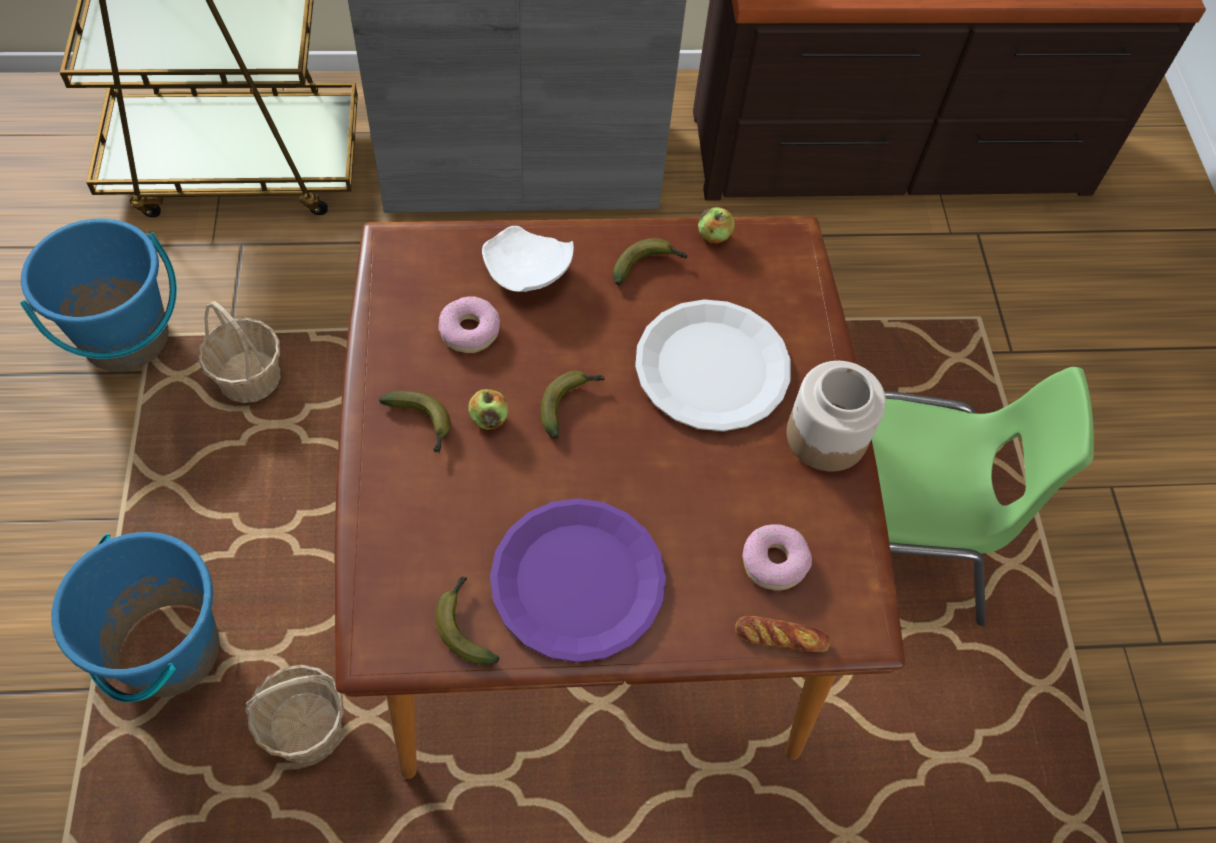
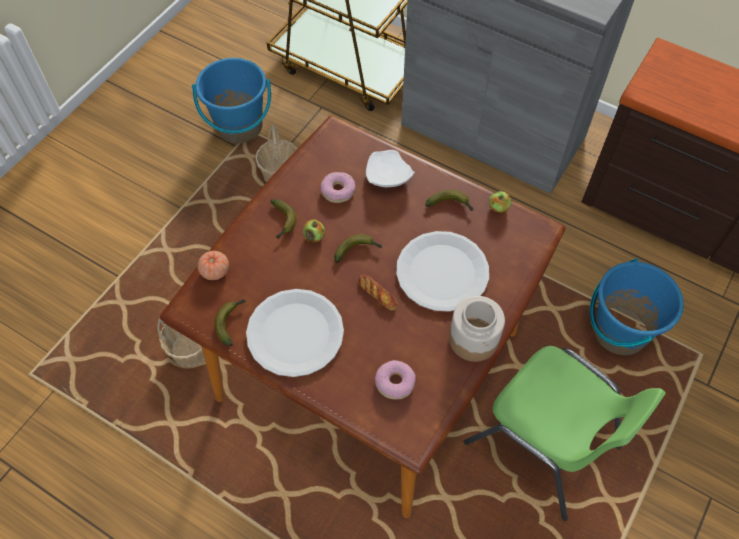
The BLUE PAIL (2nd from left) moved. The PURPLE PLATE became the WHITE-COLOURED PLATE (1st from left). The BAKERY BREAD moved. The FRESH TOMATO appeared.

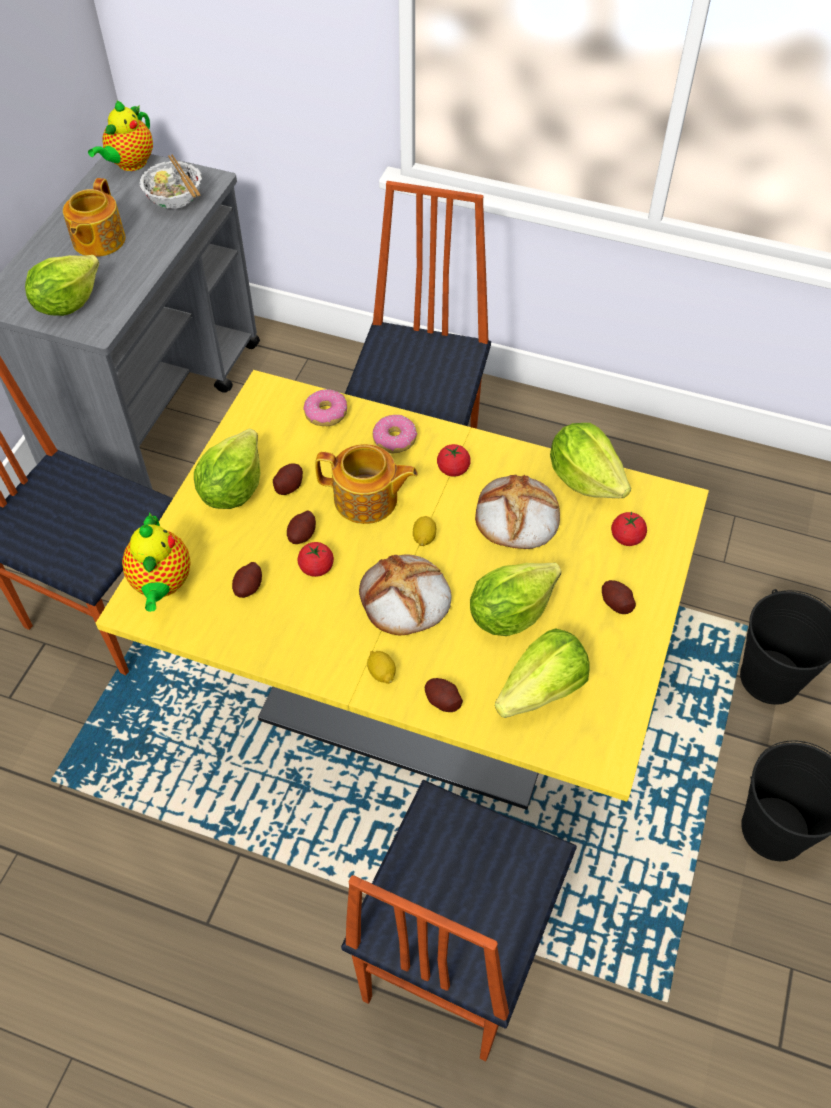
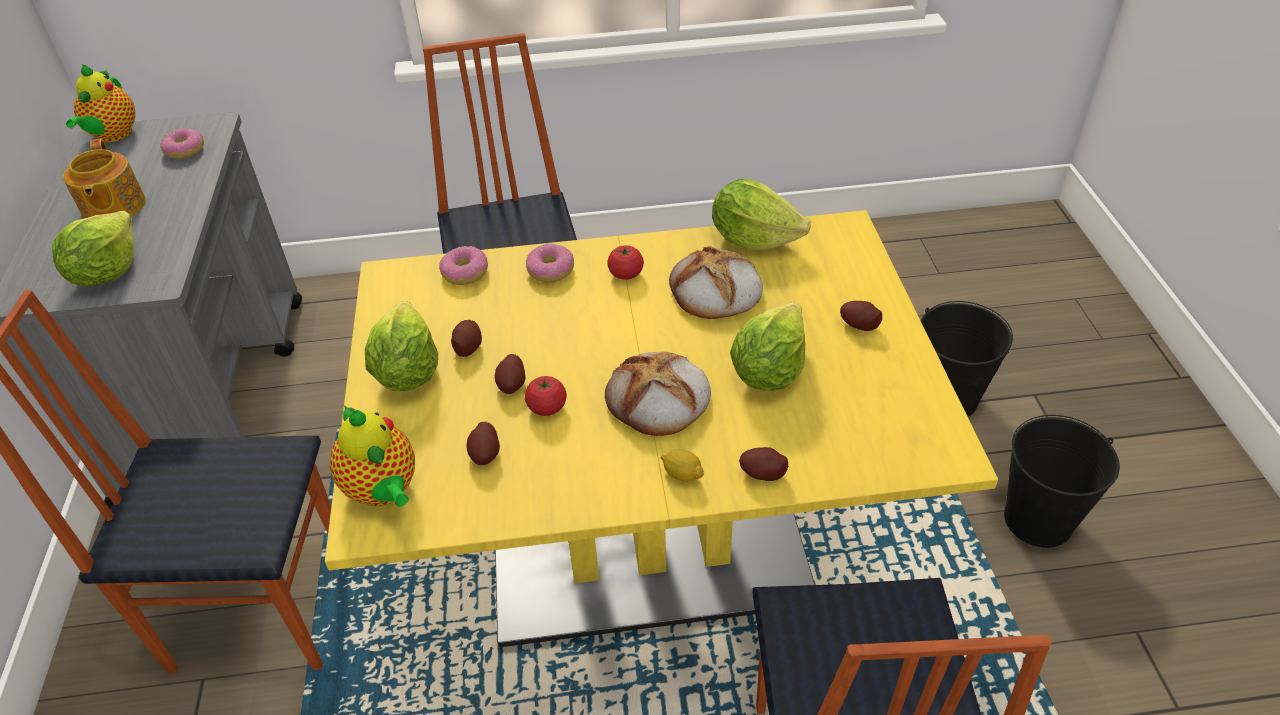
The BOWL was replaced by the DOUGHNUT (1st from left). The POT FOR TEA (4th from left) disappeared. The WHOLE LEMON (2nd from left) disappeared. The LETTUCE HEAD (4th from left) disappeared. The FRESH TOMATO (3rd from left) disappeared.

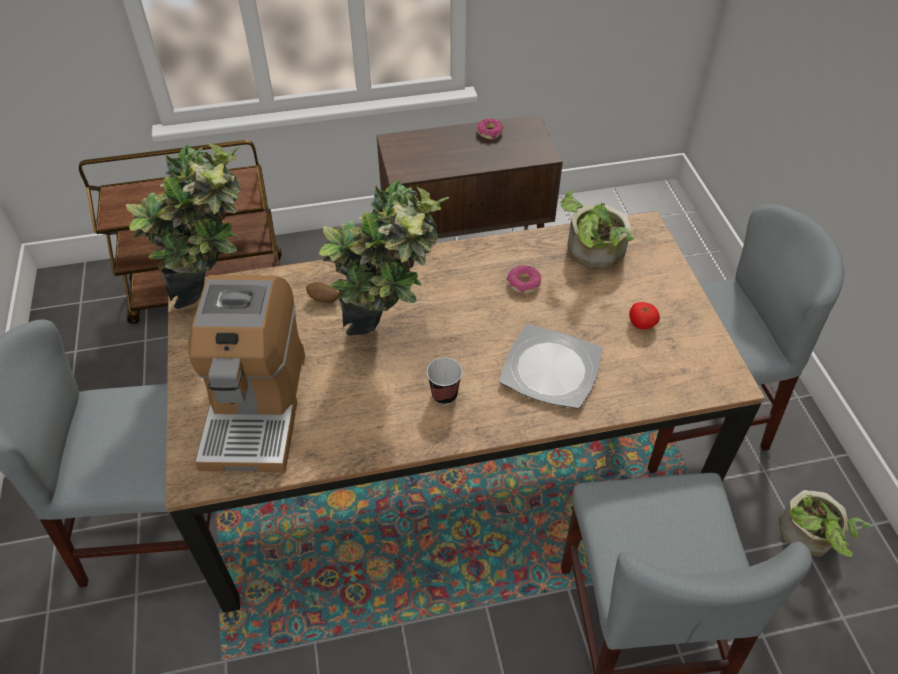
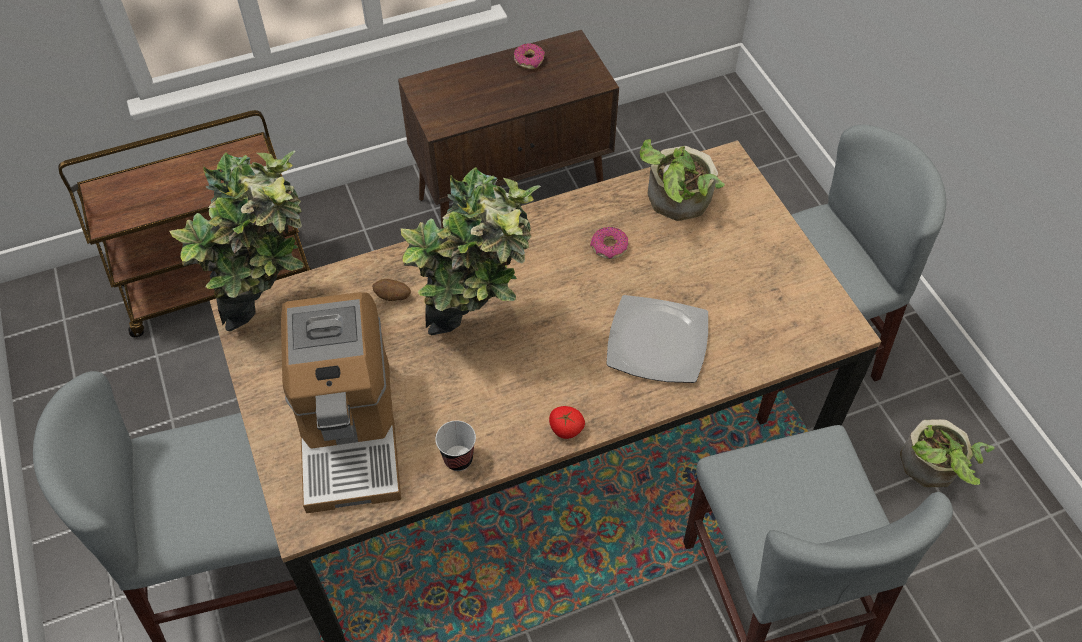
The DRINKING CUP moved. The FRESH TOMATO moved.

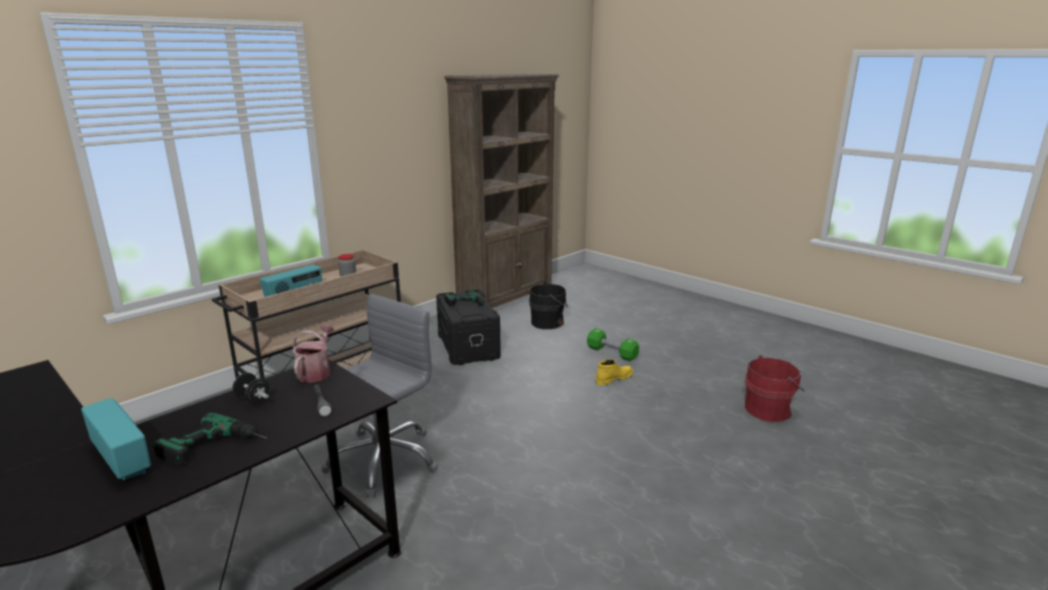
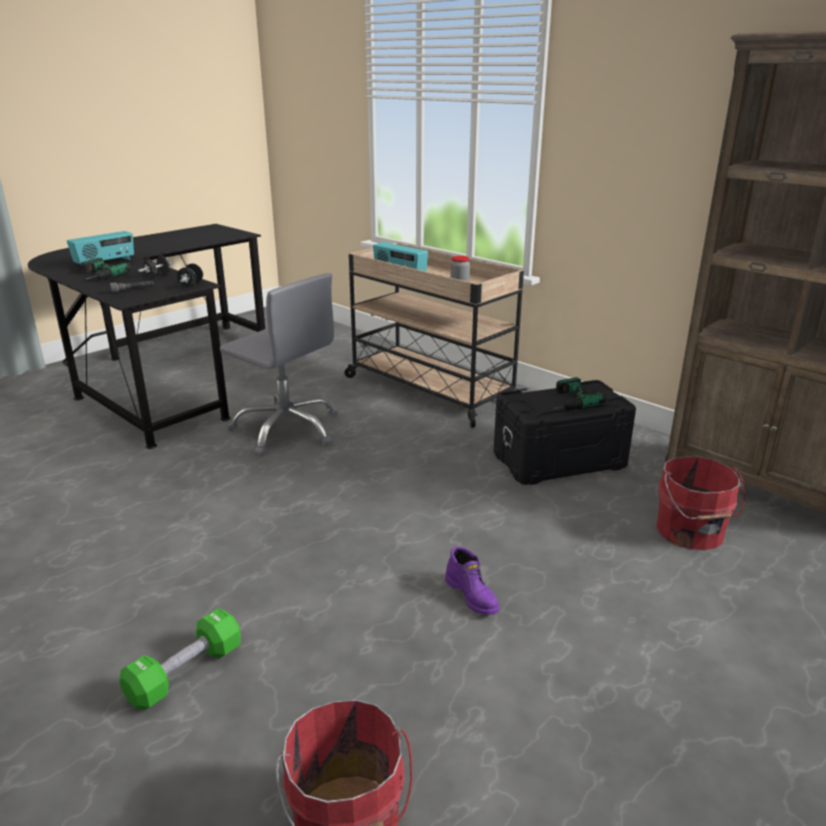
The WATERING POT was replaced by the BLACK DUMBBELL (2nd from left). The BLACK PAIL became the RED PAIL (2nd from left). The GREEN DUMBBELL moved. The YELLOWISH HIGH-TOP BOOT became the PURPLE HIGH-TOP BOOT.

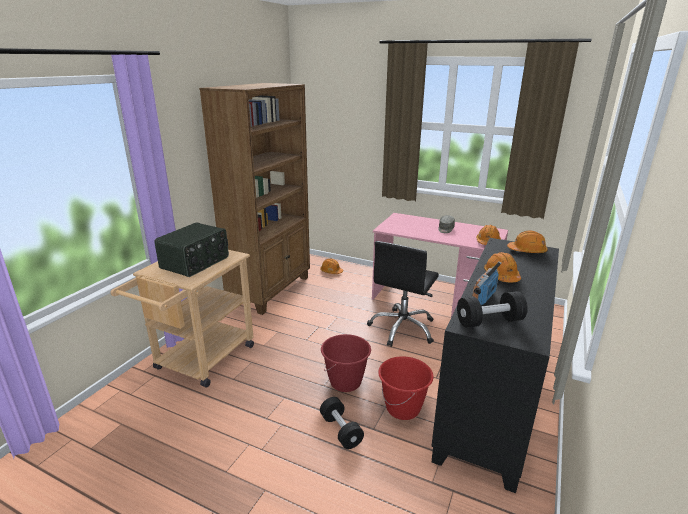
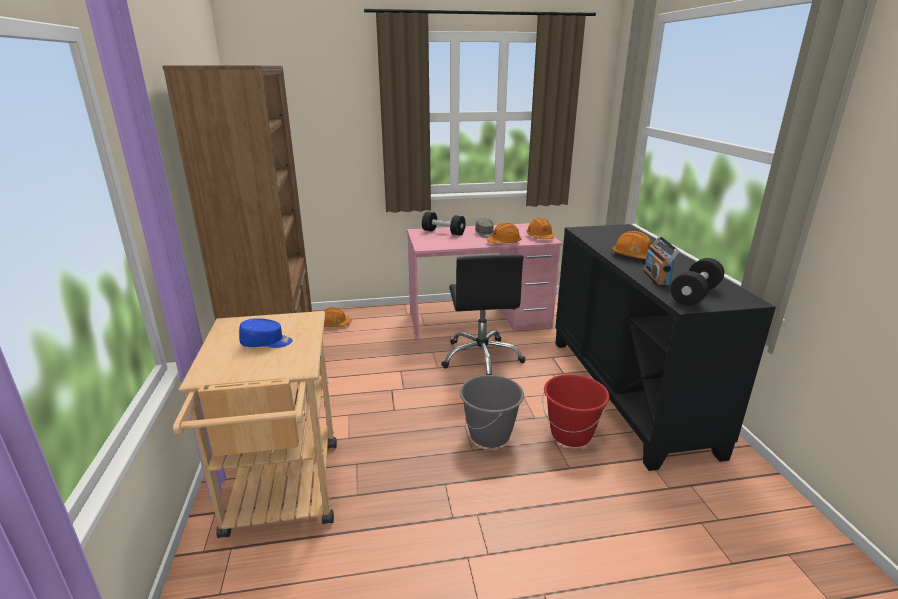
The RADIO SET (1st from left) was replaced by the BLUE CAP. The BLACK DUMBBELL (1st from left) moved. The RED PAIL (1st from left) became the GRAY PAIL. The ORANGE WORK HELMET (4th from left in the first image) moved.

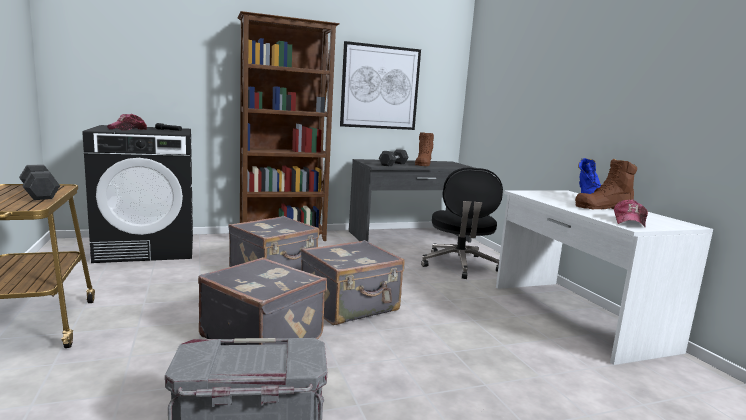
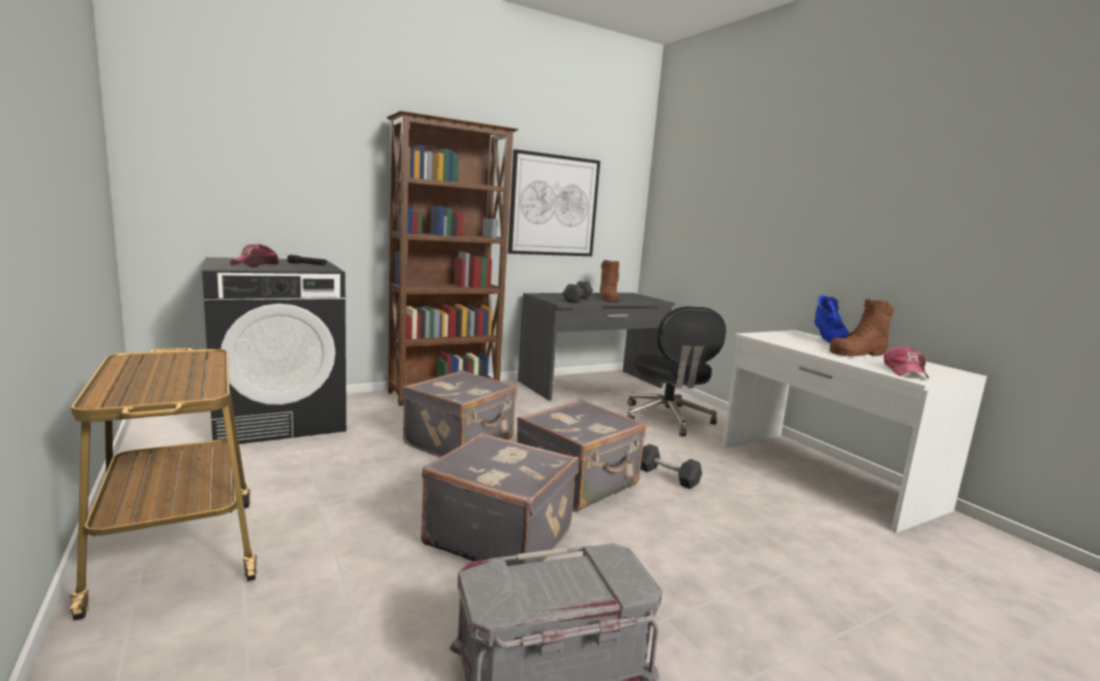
The GRAY DUMBBELL (1st from left in the first image) moved.

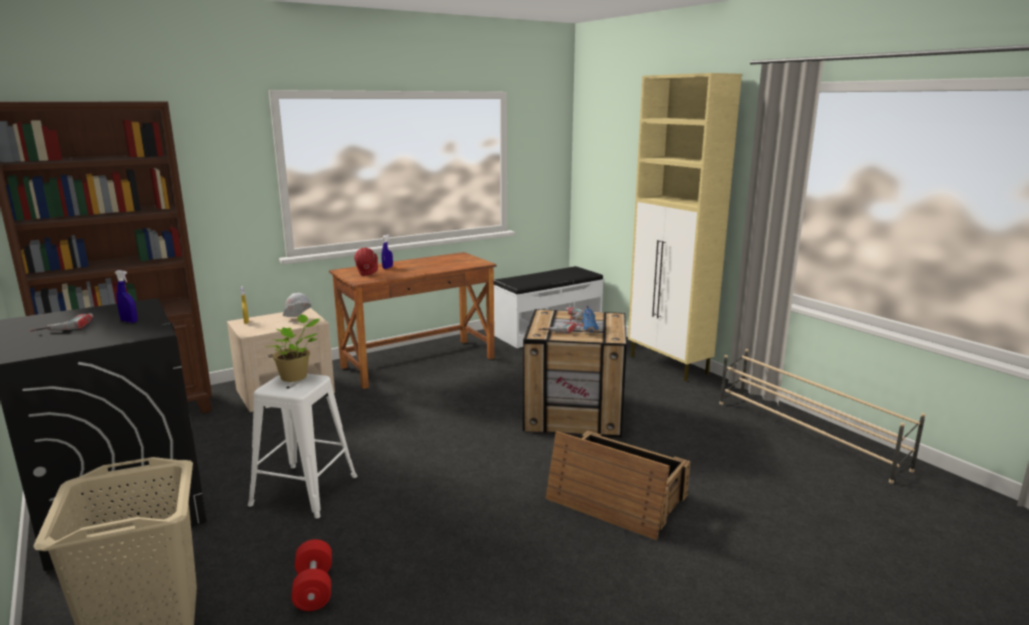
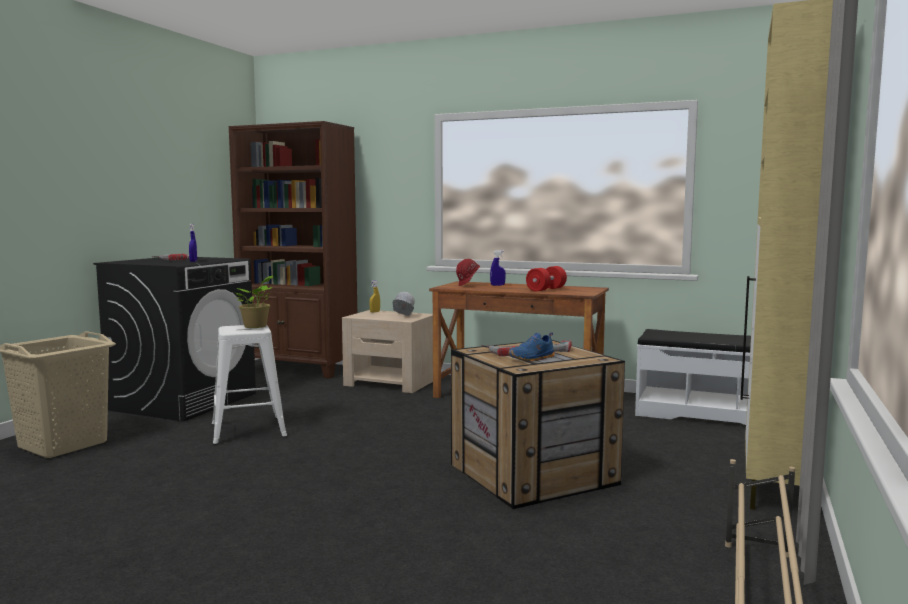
The RED DUMBBELL moved. The SHIPPING CRATE (2nd from left) disappeared.

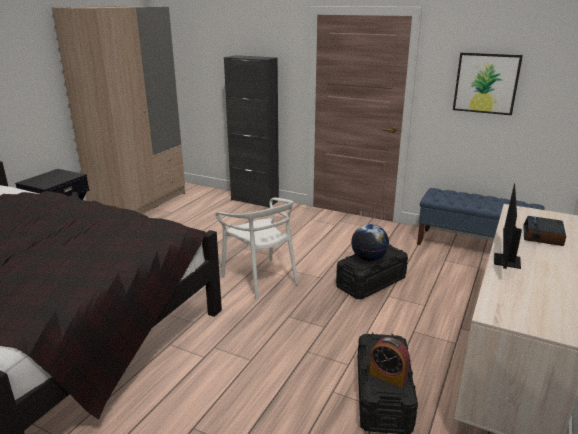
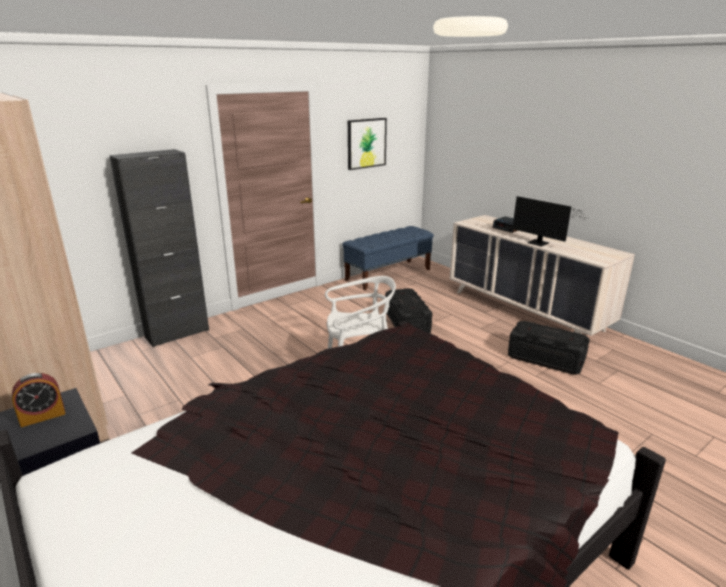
The DESK GLOBE disappeared. The ALARM CLOCK (1st from left) moved.

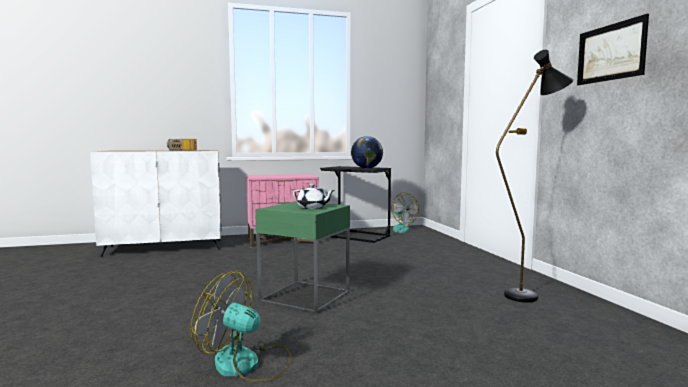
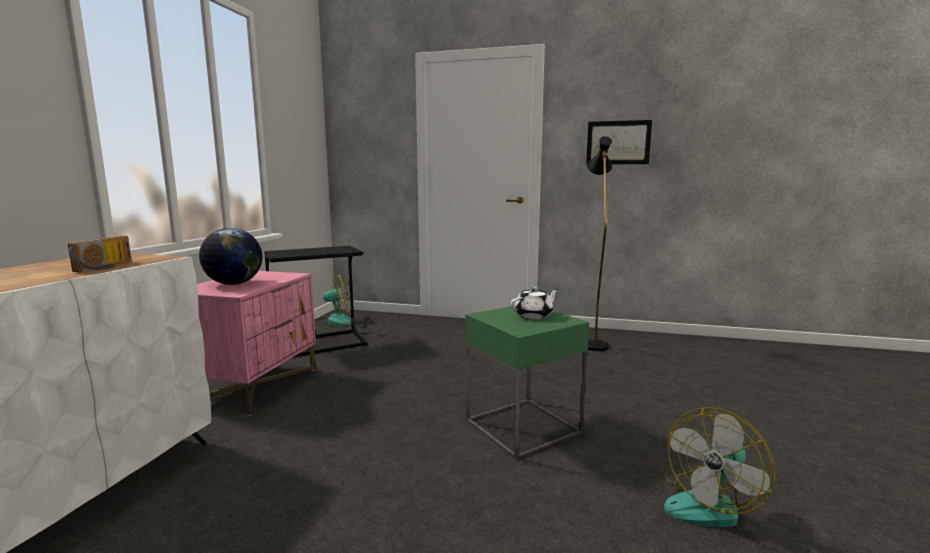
The DESK GLOBE moved.

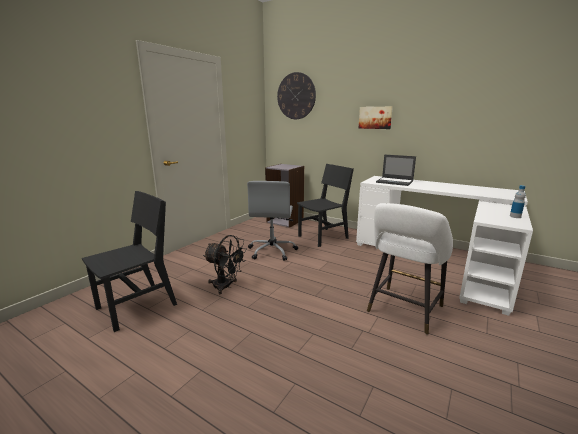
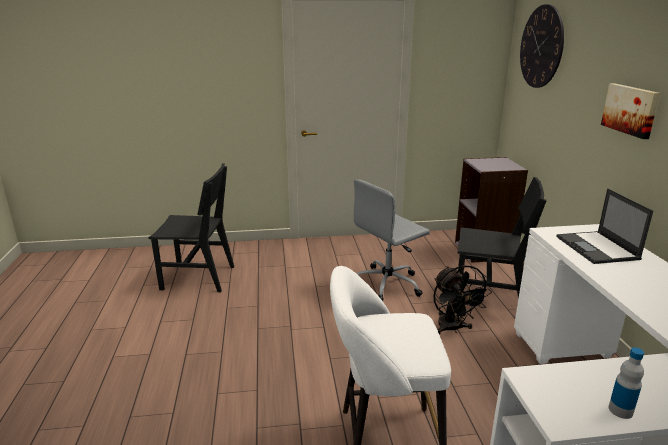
The BLACK ELECTRIC FAN moved.

